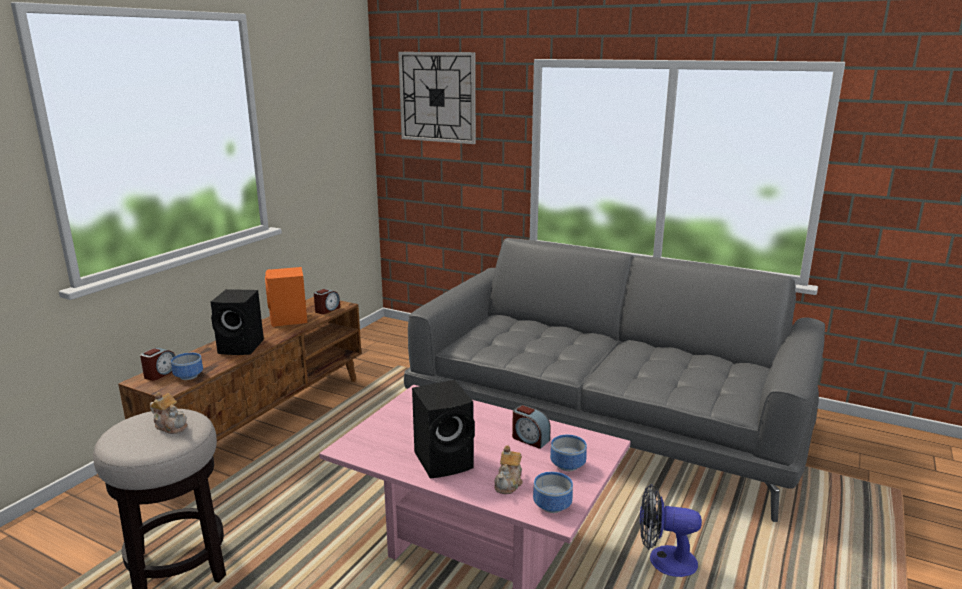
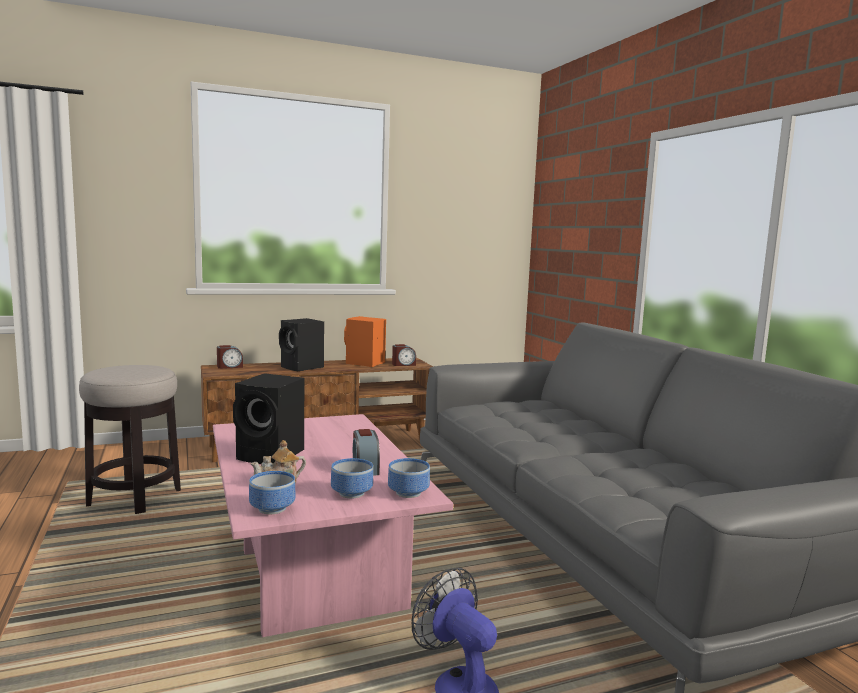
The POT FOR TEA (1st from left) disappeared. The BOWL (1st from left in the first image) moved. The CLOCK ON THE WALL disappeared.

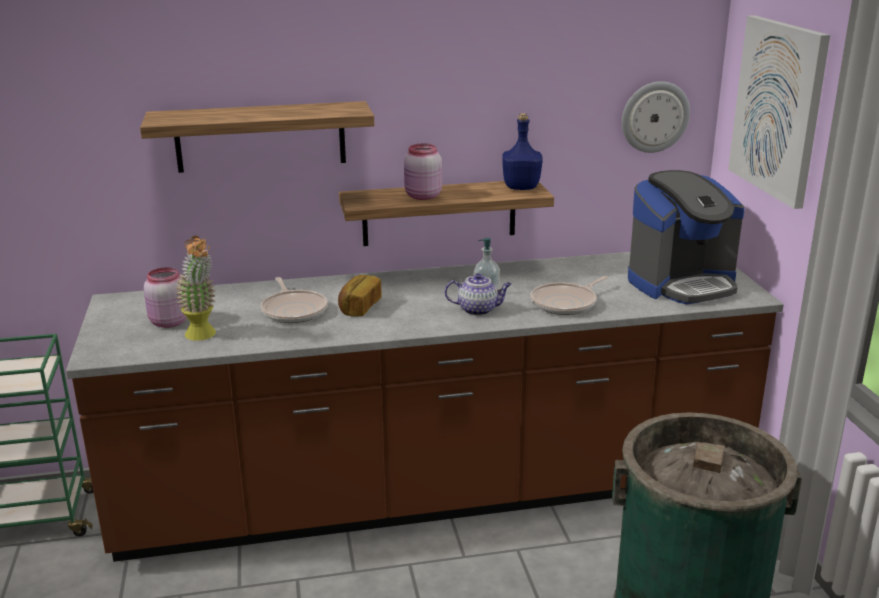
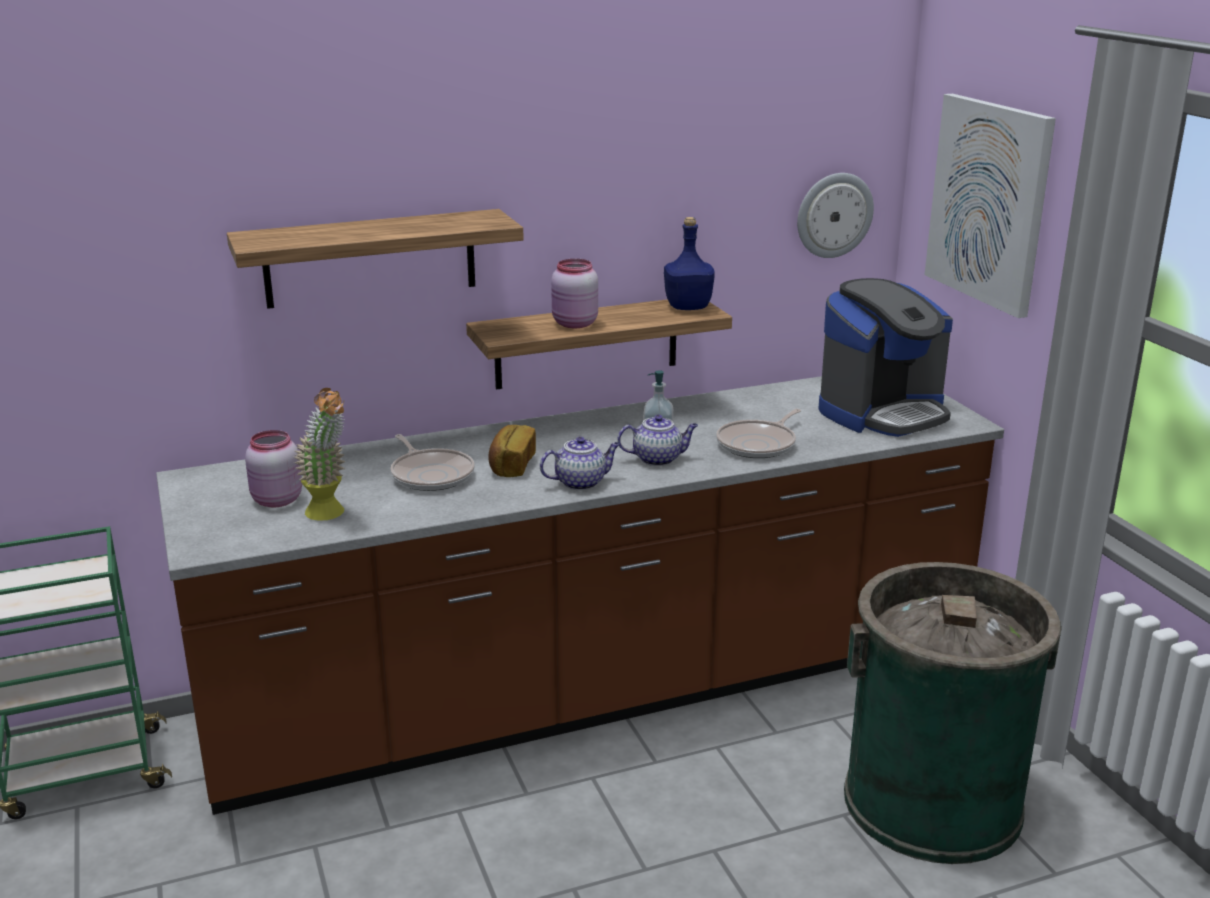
The POT FOR TEA (1st from left) appeared.

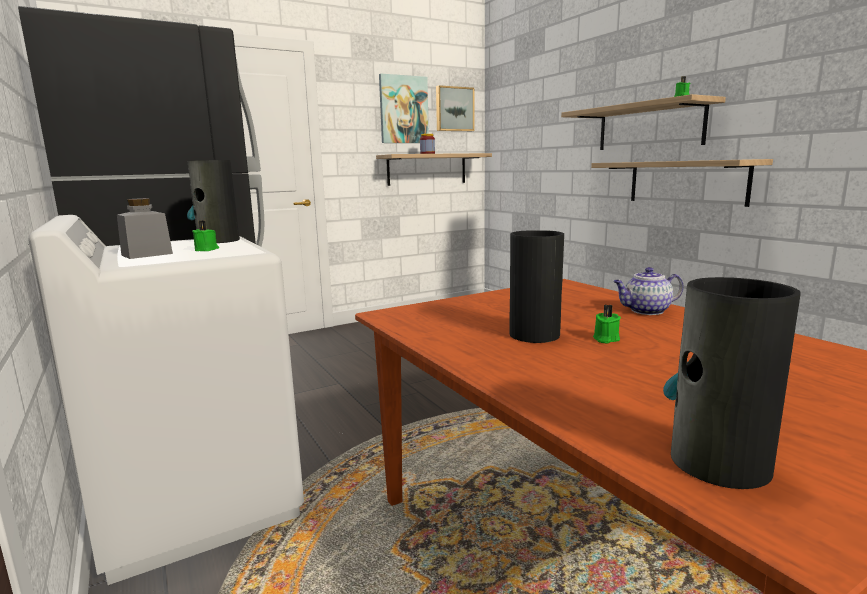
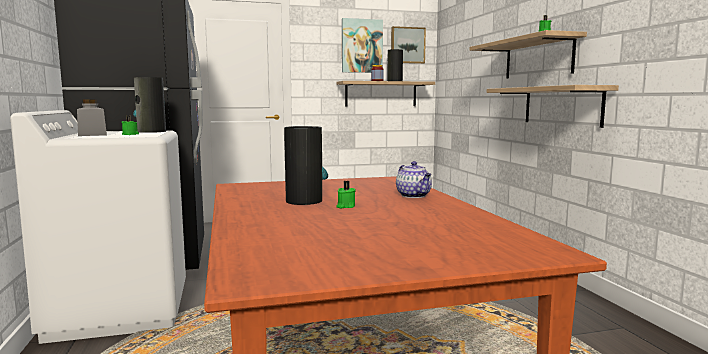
The POT FOR TEA turned 120 degrees counterclockwise. The VASE (3rd from left) moved.

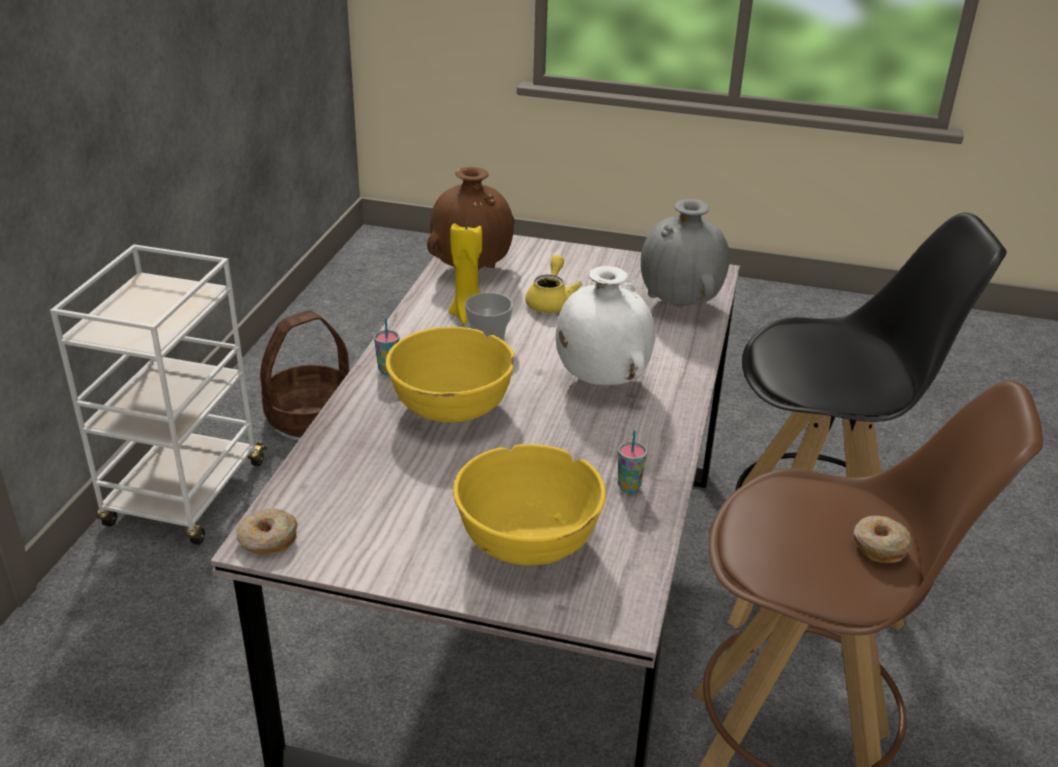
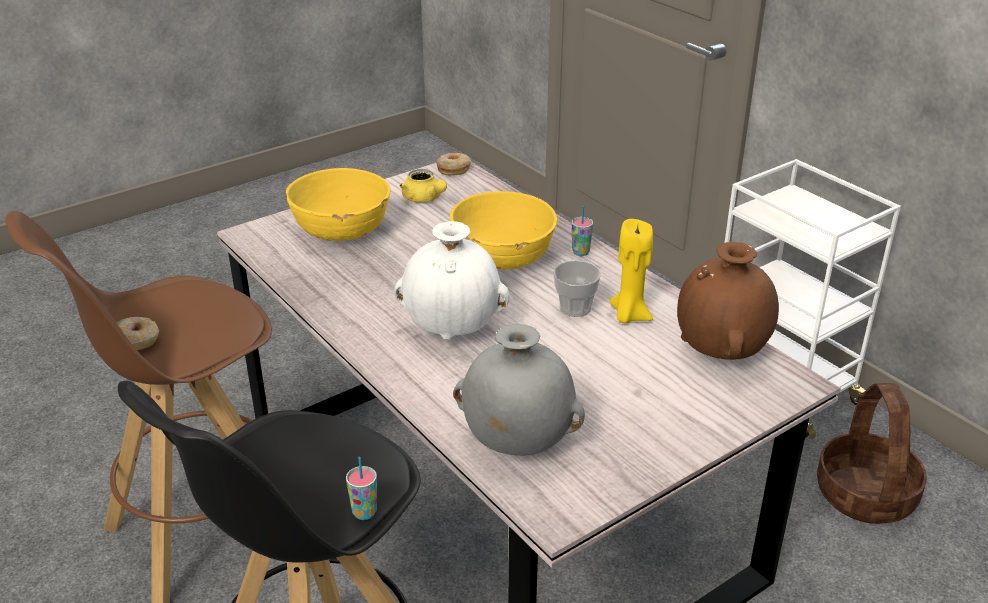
The YELLOWISH POT FOR TEA moved. The DRINKING CUP (3rd from left in the first image) moved.

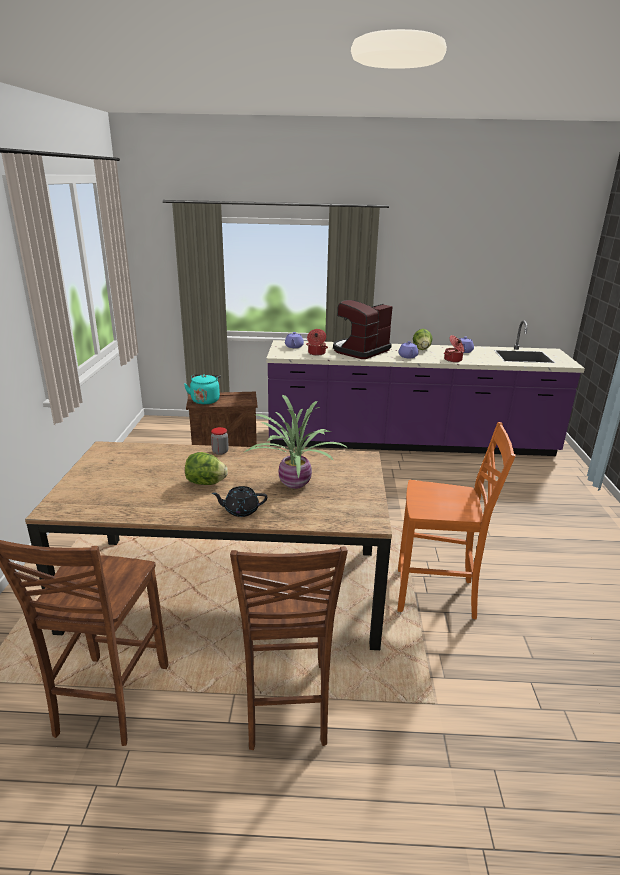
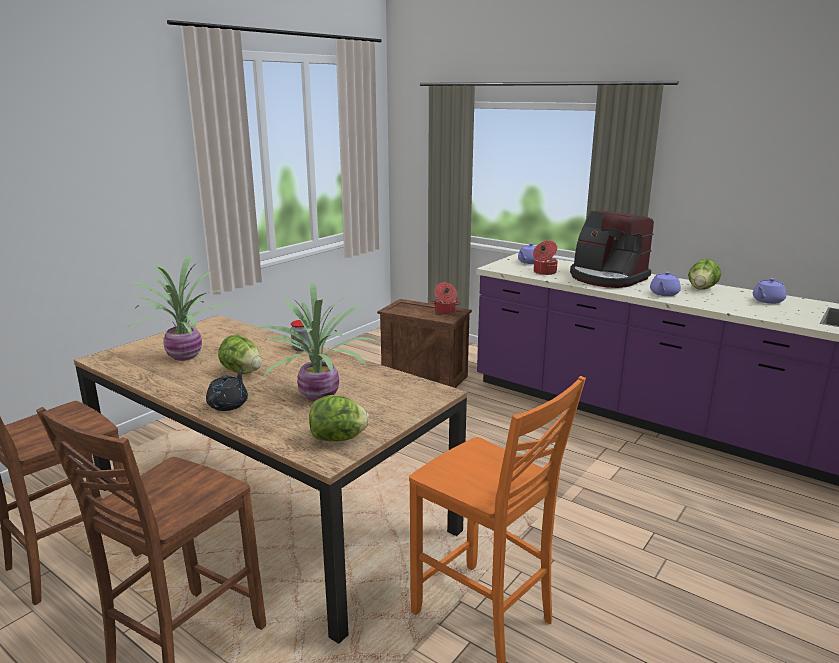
The TURQUOISE-COLOURED TEA KETTLE disappeared. The BLACK POT FOR TEA turned 75 degrees clockwise. The COFFEE BREWER turned 120 degrees counterclockwise. The COOKING POT (2nd from left in the first image) moved. The HOUSEPLANT (1st from left) appeared. The LETTUCE HEAD (2nd from left) appeared.

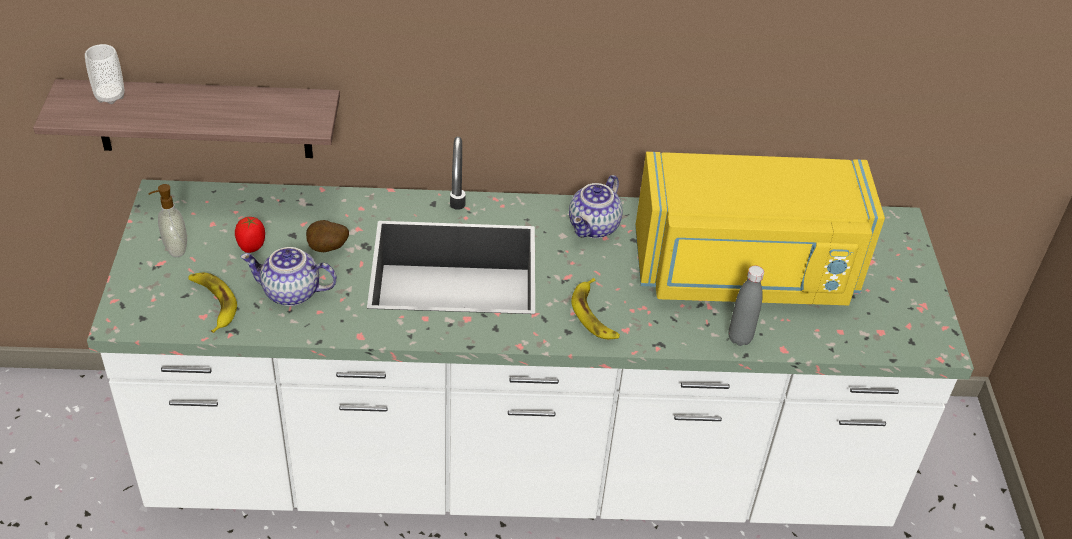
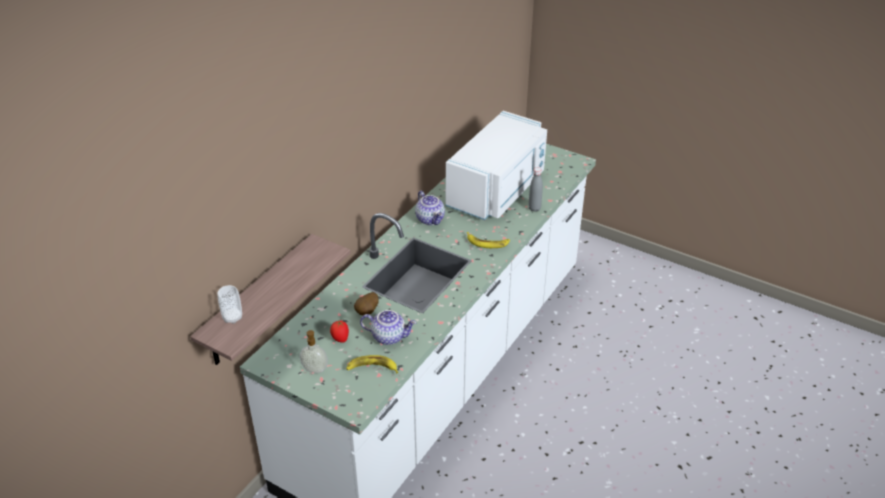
The POT FOR TEA (1st from left) turned 120 degrees counterclockwise. The YELLOWISH KITCHEN MICROWAVE became the WHITE-COLOURED KITCHEN MICROWAVE.

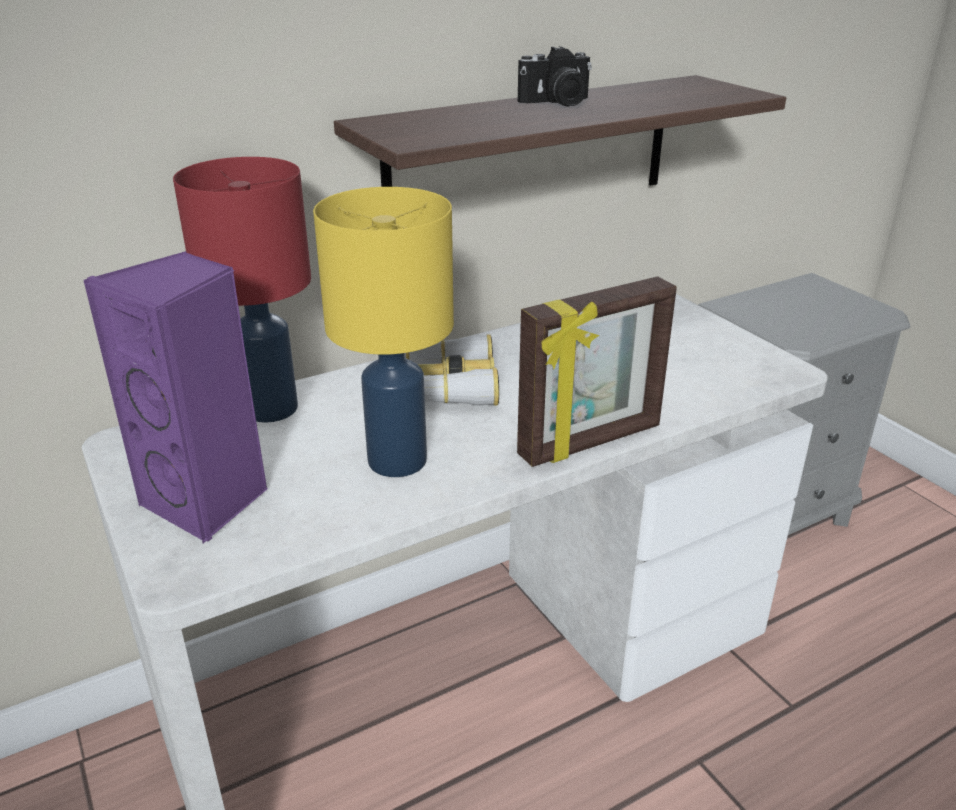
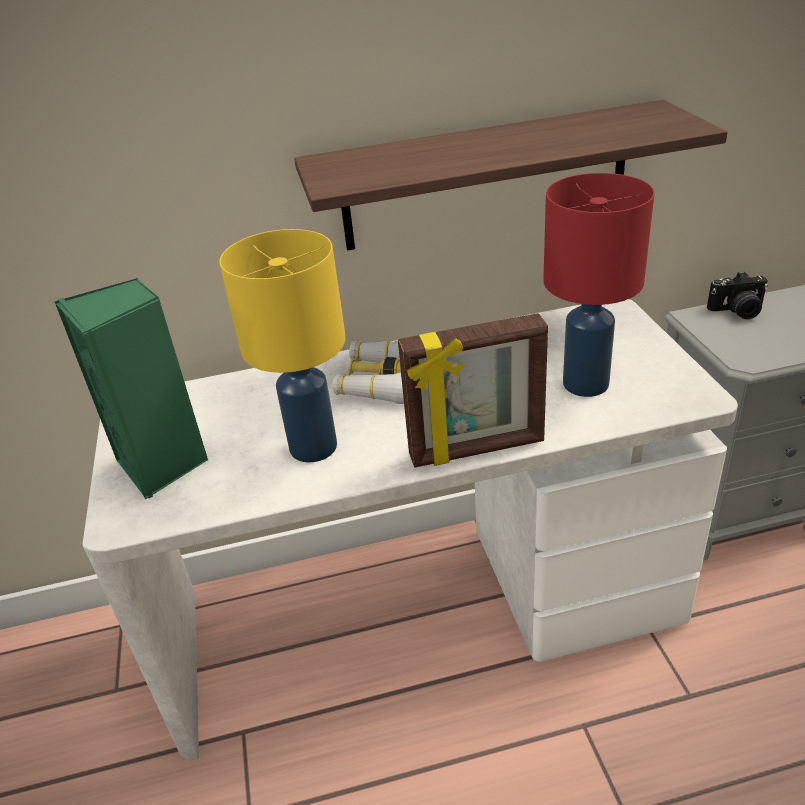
The PURPLE AUDIO SPEAKER became the GREEN AUDIO SPEAKER. The RED TABLETOP LAMP moved. The STILL CAMERA moved.

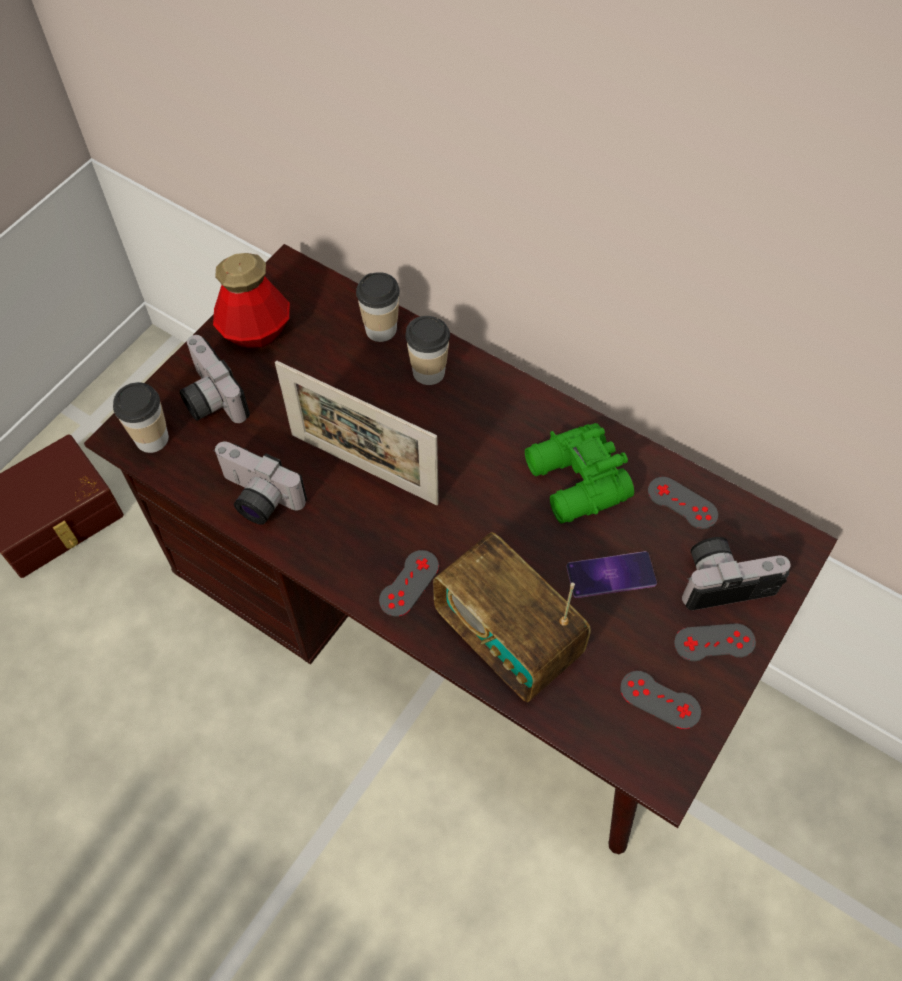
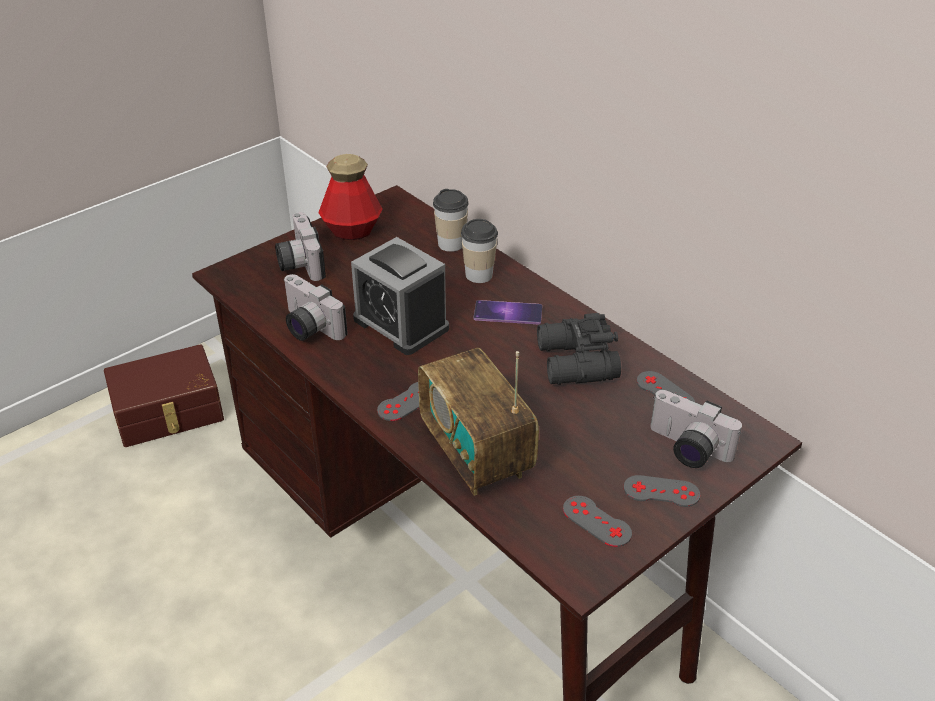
The DRINKING CUP (1st from left) disappeared. The STANDING FRAME was replaced by the ALARM CLOCK. The GREEN BINOCULARS became the BLACK BINOCULARS. The PHONE moved. The STILL CAMERA (3rd from left) turned 150 degrees counterclockwise.

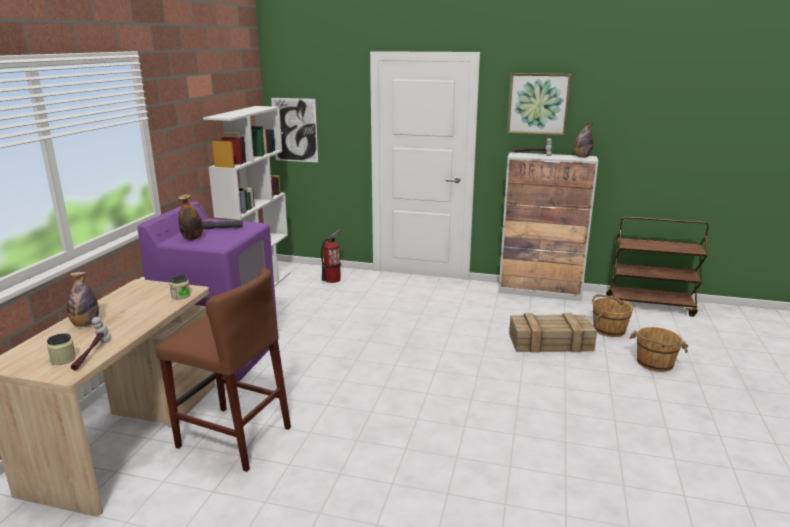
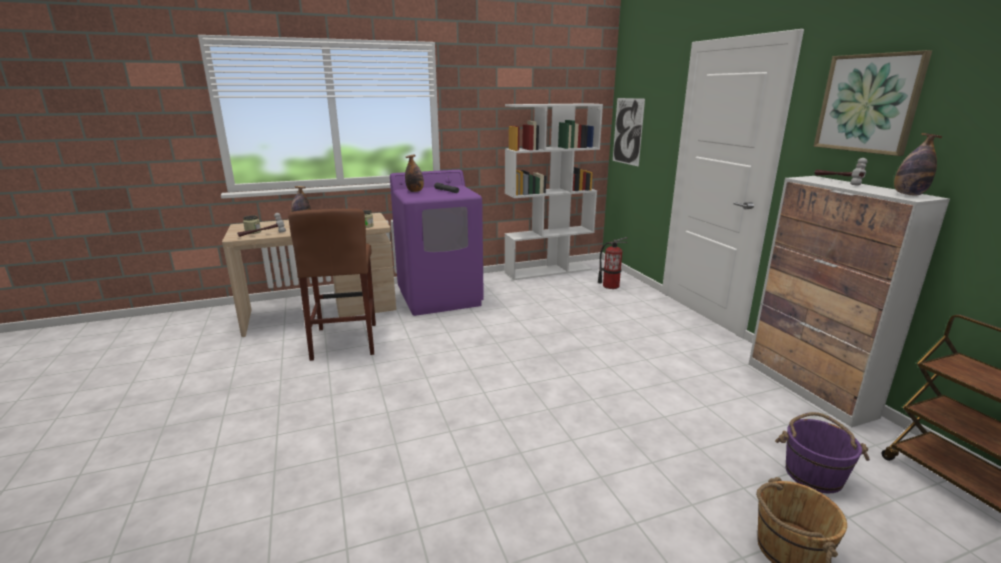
The SHIPPING CRATE disappeared. The BROWNISH PAIL (1st from left) became the PURPLE PAIL.

